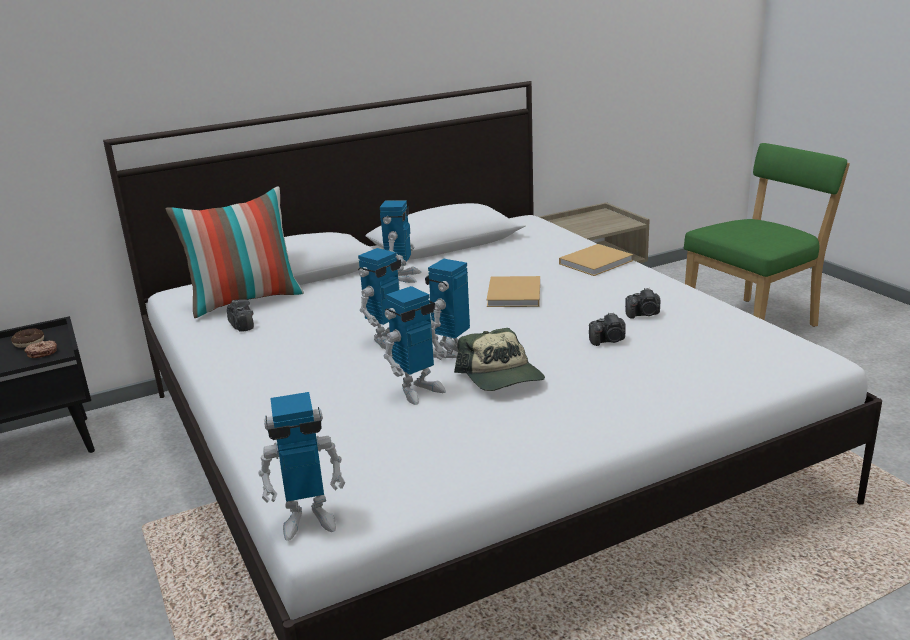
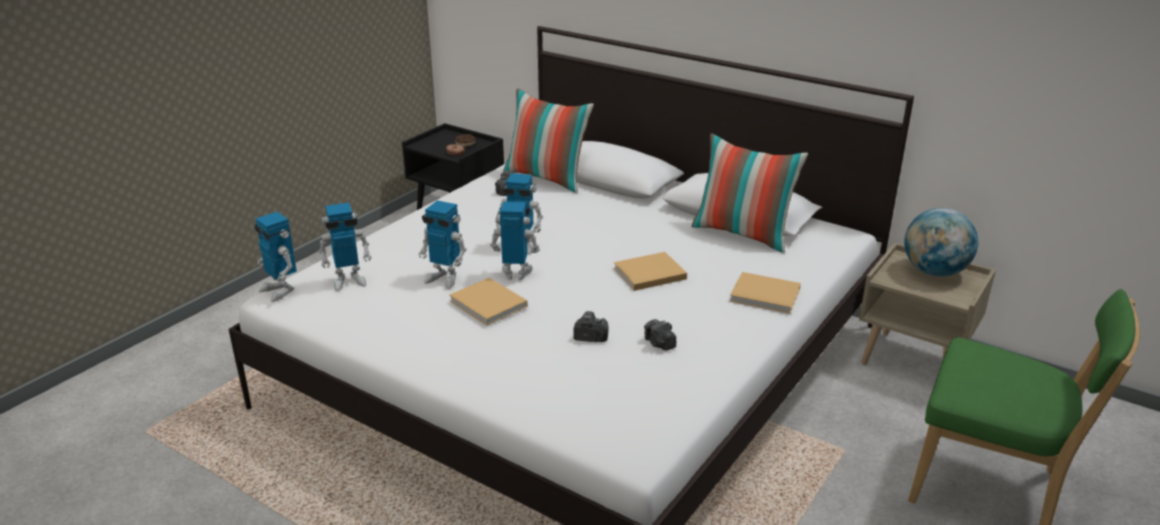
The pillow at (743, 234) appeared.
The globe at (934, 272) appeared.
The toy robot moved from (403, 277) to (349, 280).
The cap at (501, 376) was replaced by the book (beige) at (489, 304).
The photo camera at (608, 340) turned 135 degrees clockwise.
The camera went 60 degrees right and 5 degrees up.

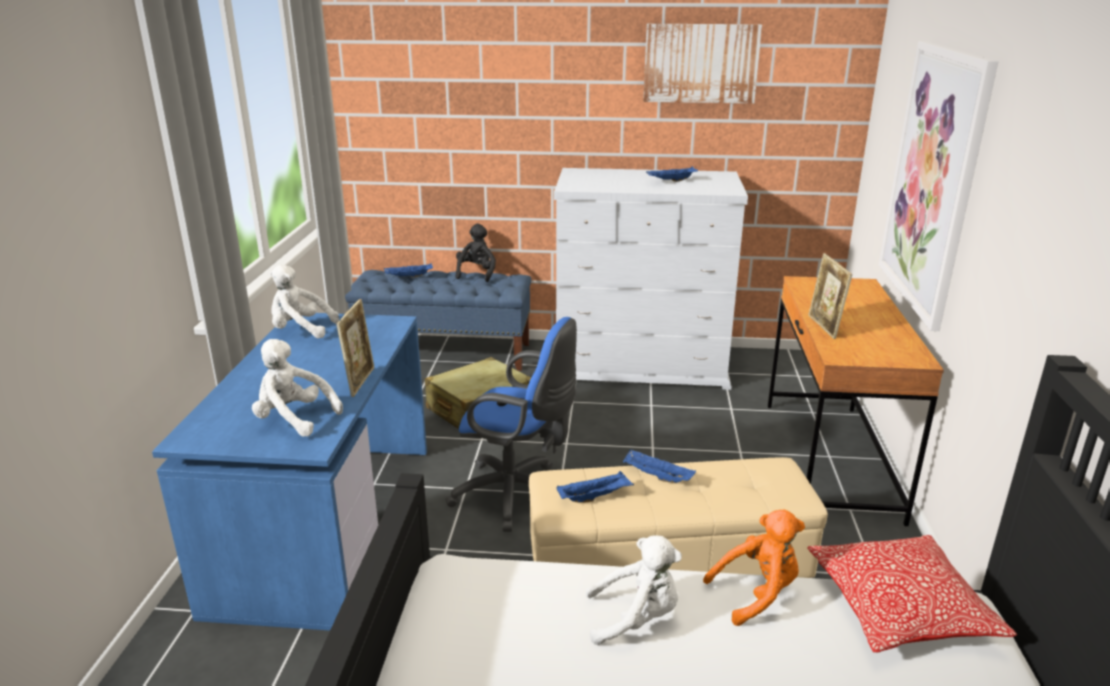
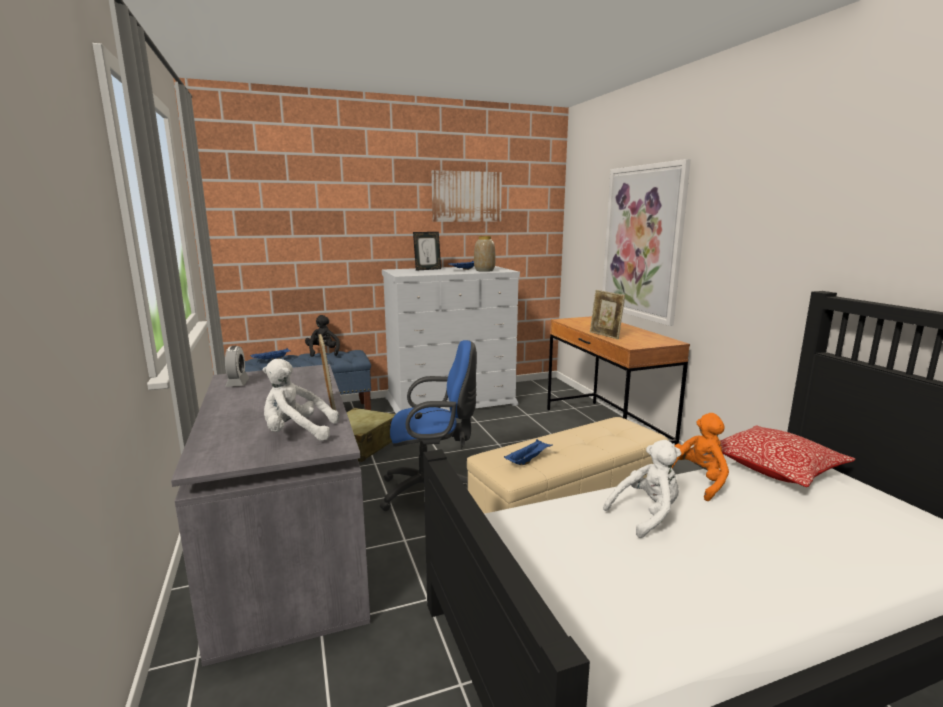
The tray (blue) at (656, 477) disappeared.
The picture frame at (427, 269) appeared.
The vase at (484, 270) appeared.
The plush toy (white) at (300, 330) was replaced by the alarm clock at (237, 383).
The desk (blue) at (325, 523) became the desk (grey) at (285, 549).
The camera went 25 degrees left and 10 degrees down.

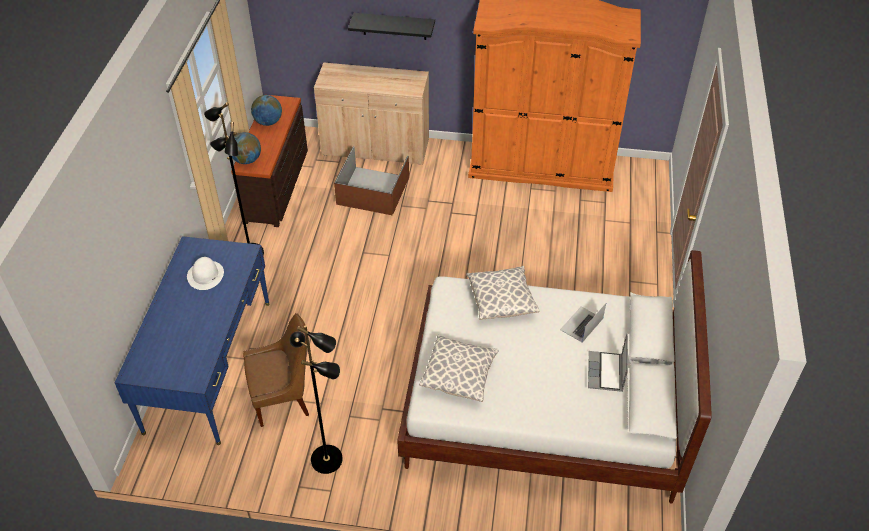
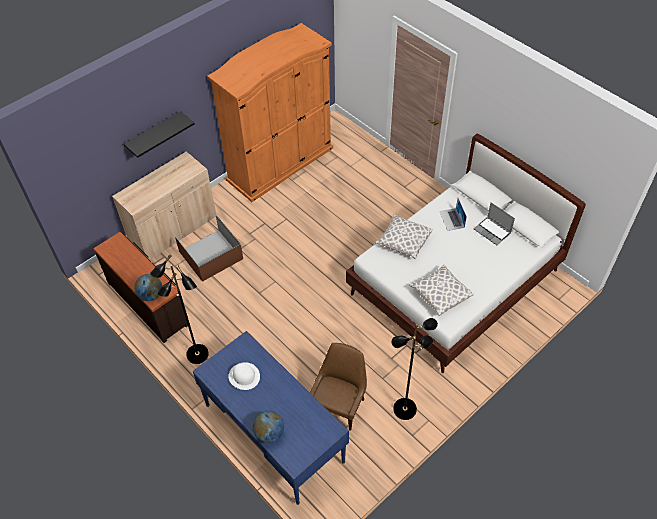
The globe moved from (268, 122) to (269, 433).
The camera went 50 degrees left and 5 degrees up.

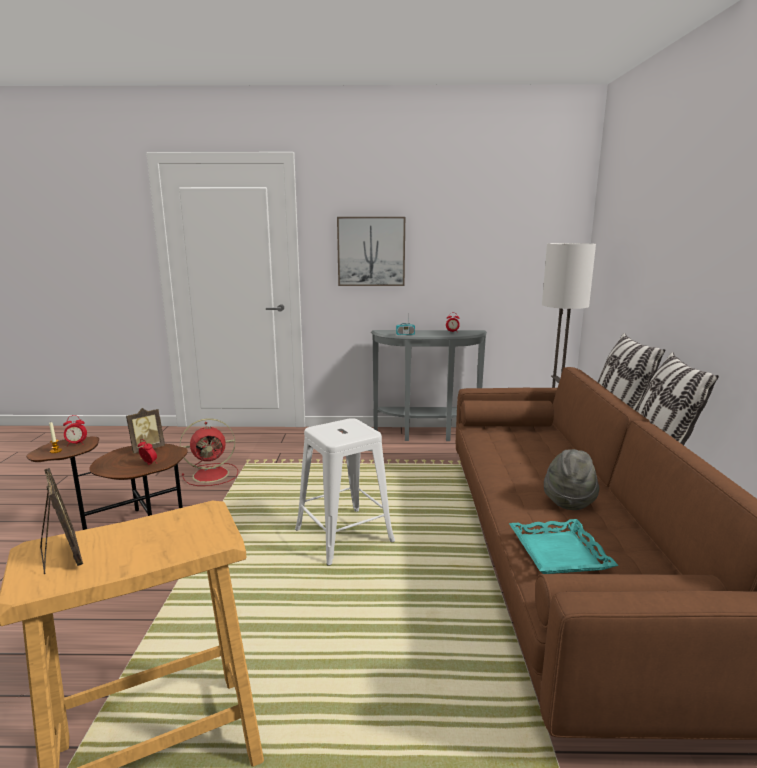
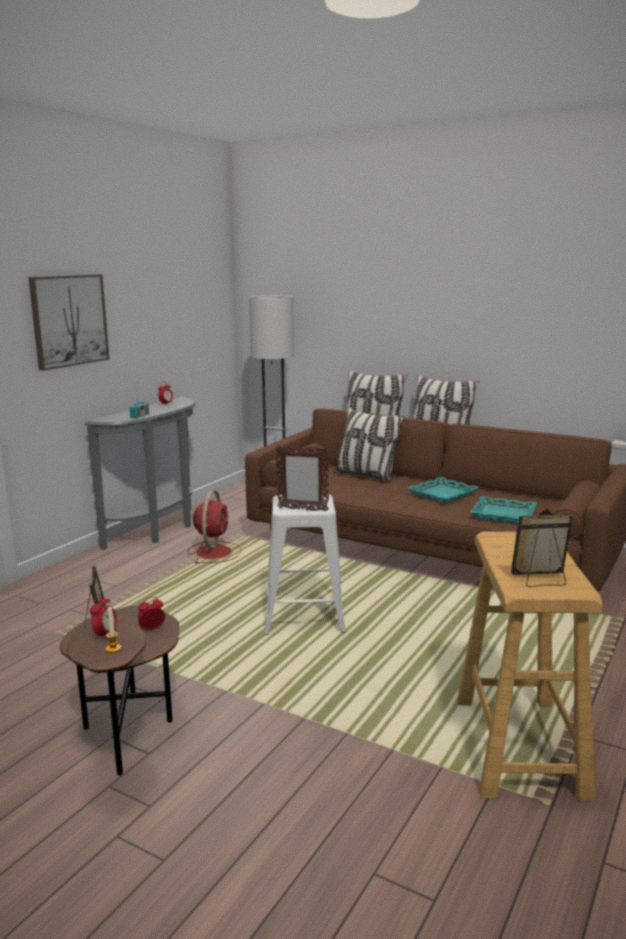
The picture frame at (302, 509) appeared.
The pillow at (366, 476) appeared.
The fan (red) moved from (212, 474) to (214, 552).
The hat (grey) at (568, 500) was replaced by the tray (turquoise) at (443, 494).
The camera went 60 degrees left and 0 degrees up.

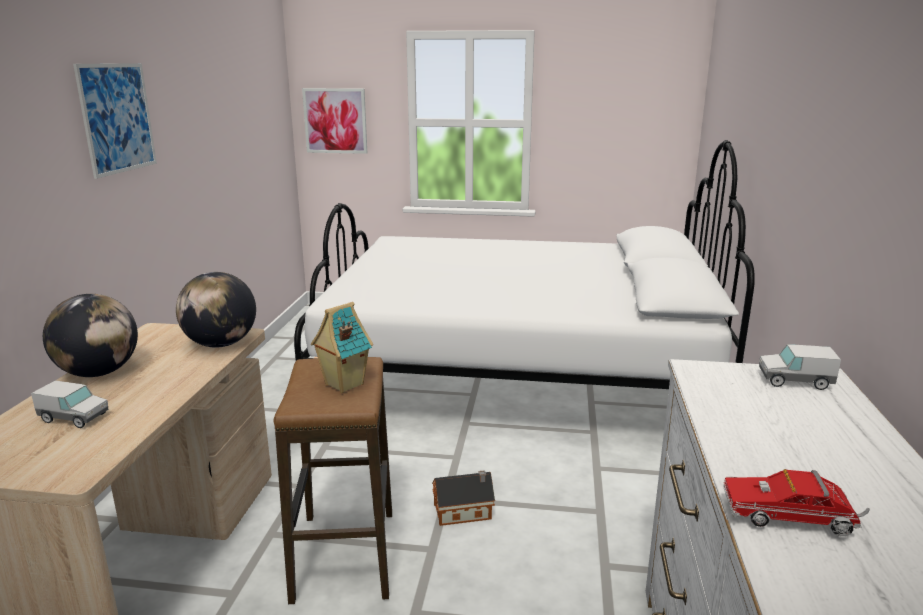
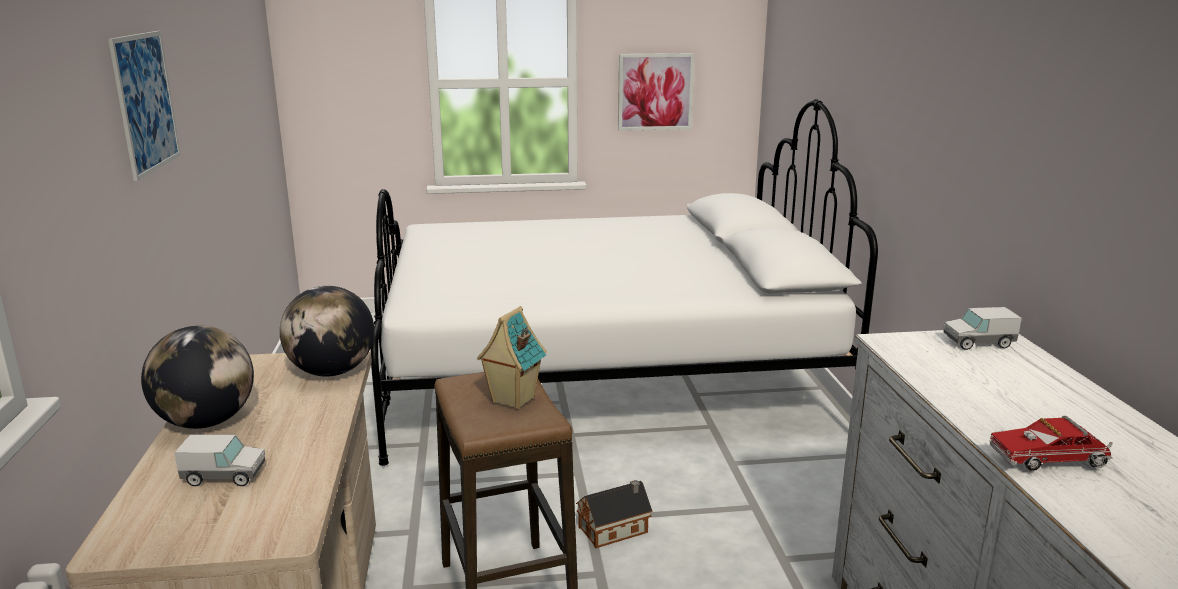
The picture moved from (335, 121) to (655, 92).
The camera went 15 degrees left and 0 degrees up.

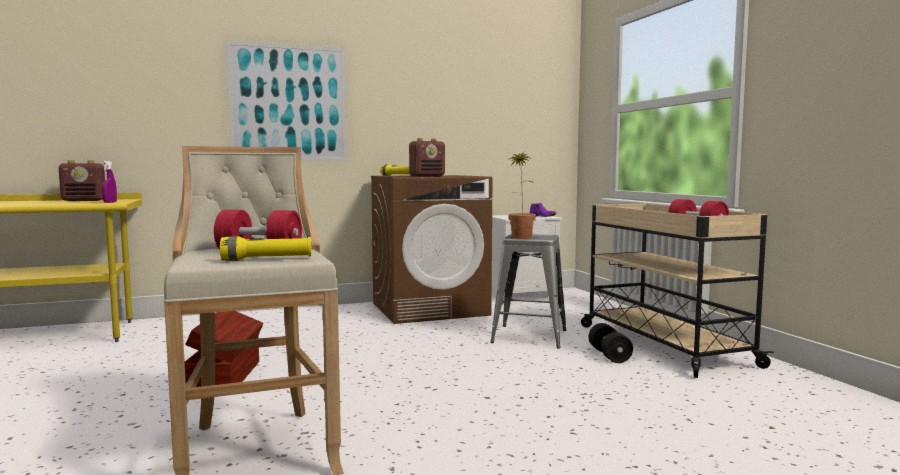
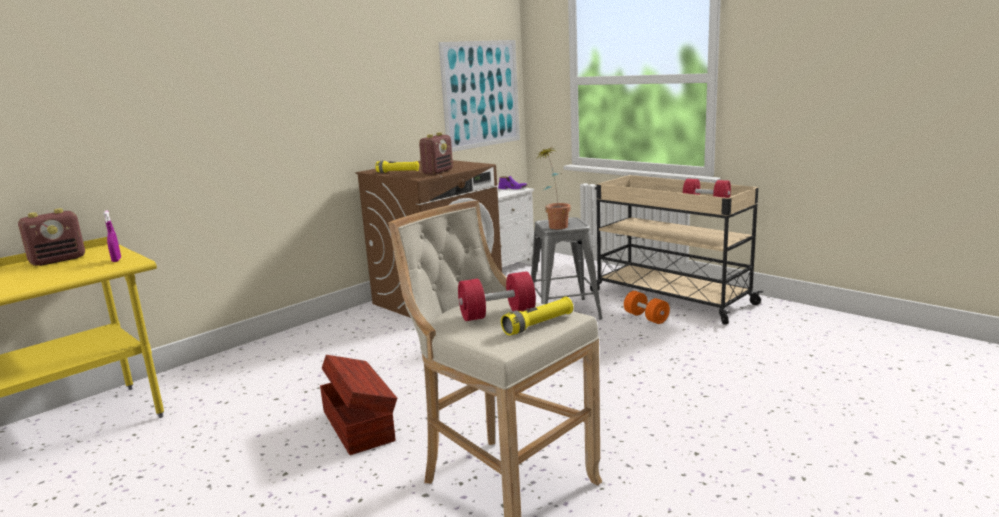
The picture moved from (288, 103) to (481, 94).
The dumbbell (black) at (609, 355) became the dumbbell (orange) at (646, 317).
The camera went 25 degrees left and 10 degrees up.

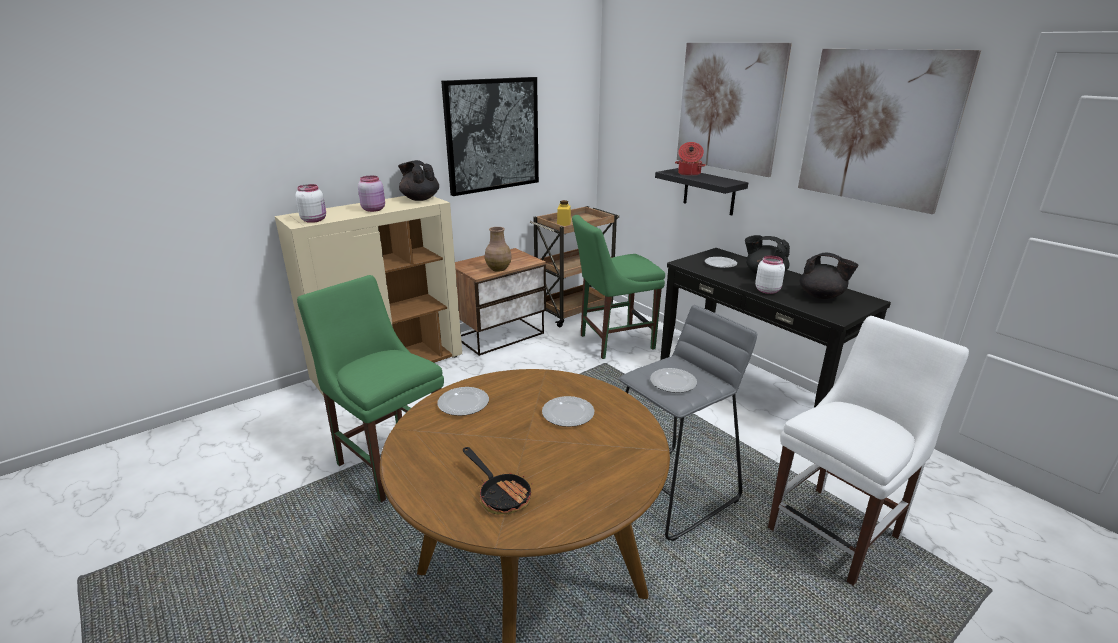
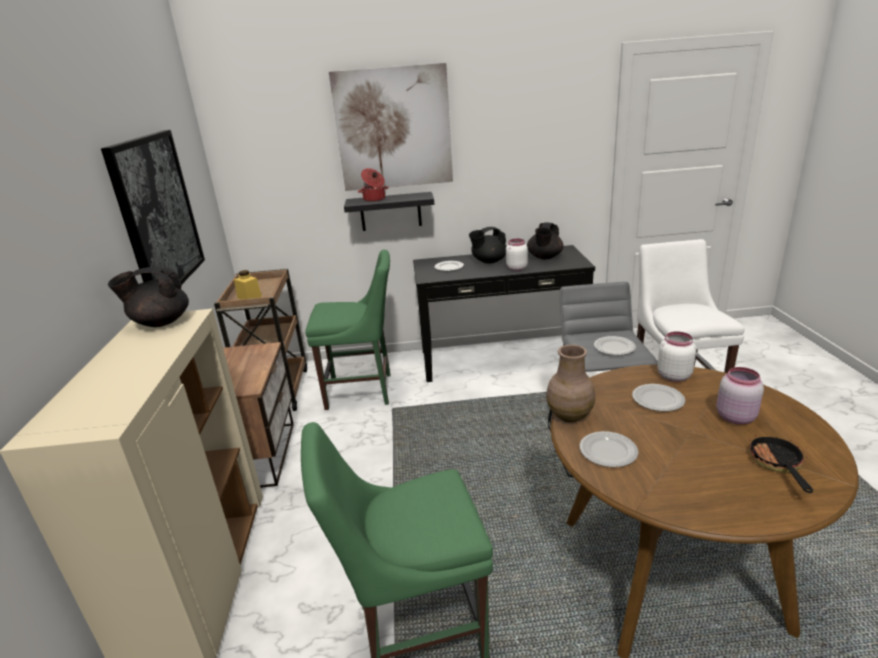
The picture at (878, 128) disappeared.
The jar (white) moved from (314, 220) to (673, 376).
The jar (pink) moved from (374, 209) to (734, 416).
The vase (brown) moved from (499, 269) to (569, 415).
The frying pan at (500, 494) turned 75 degrees counterclockwise.
The chair (green) at (613, 342) turned 105 degrees counterclockwise.
The teapot (black) at (822, 296) turned 135 degrees clockwise.
The camera went 55 degrees left and 0 degrees up.

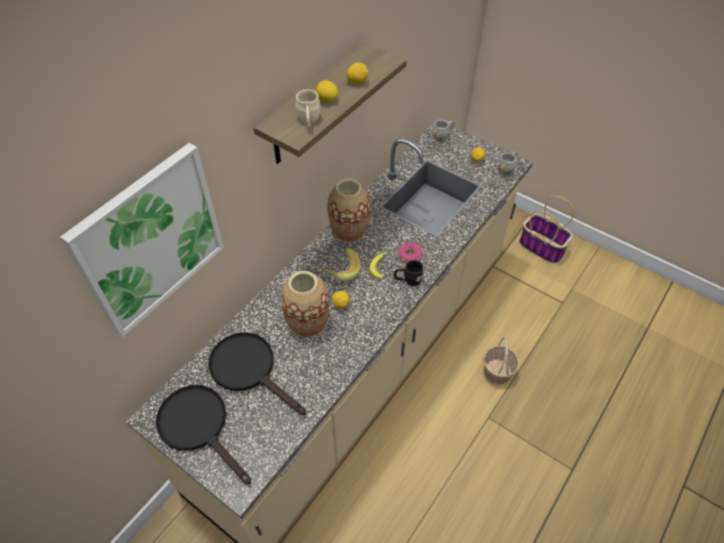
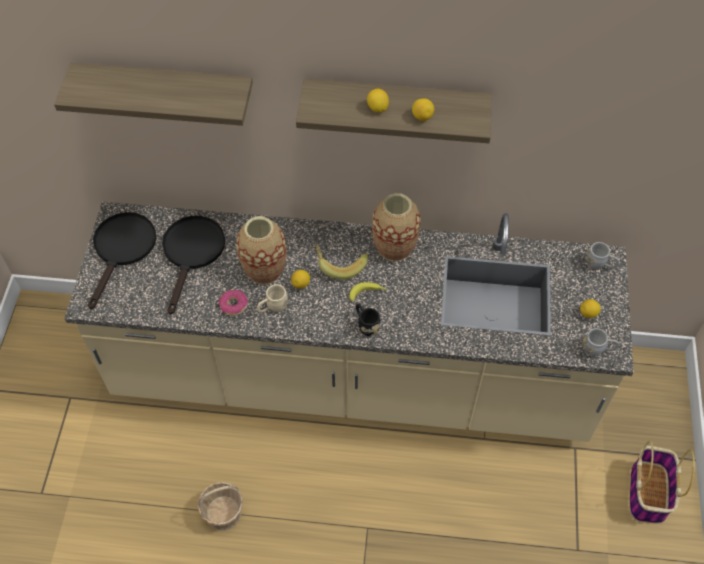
The mug (beige) moved from (309, 122) to (273, 307).
The donut moved from (409, 255) to (233, 305).
The basket moved from (497, 372) to (223, 513).
The picture at (150, 240) was replaced by the shelf at (165, 92).
The camera went 60 degrees right and 5 degrees up.

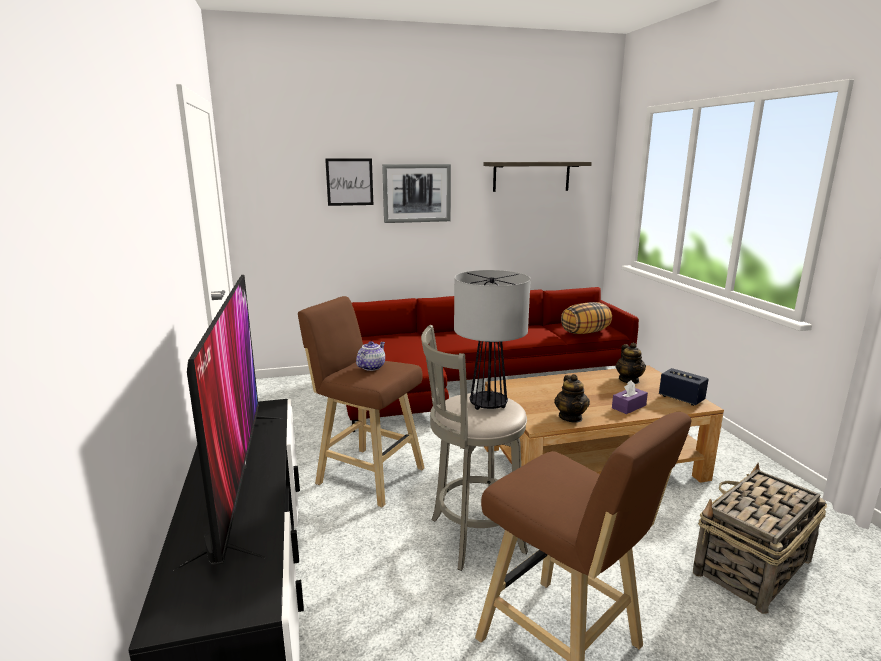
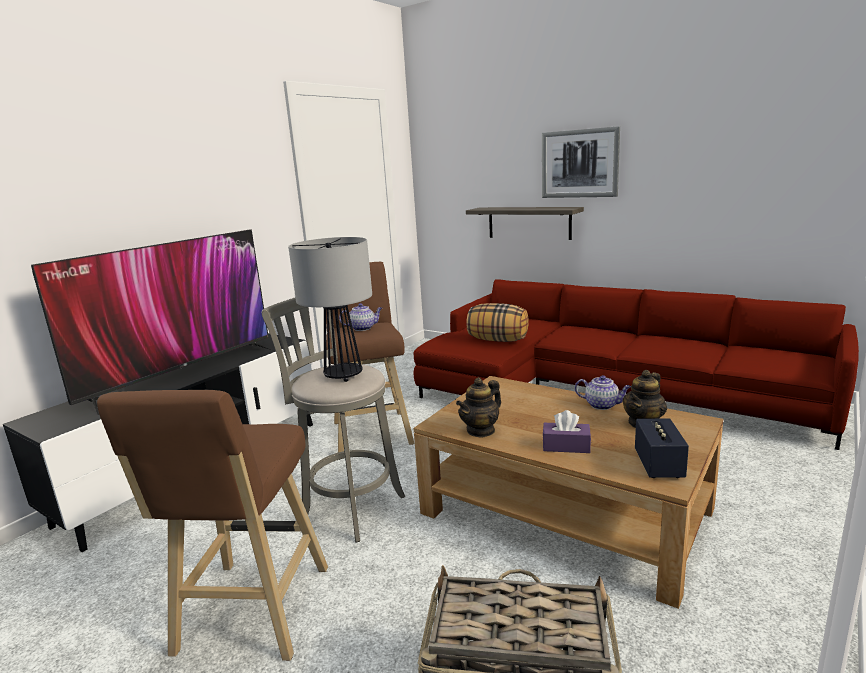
The picture at (349, 182) disappeared.
The teapot at (602, 405) appeared.
The shelf moved from (531, 176) to (529, 223).
The pillow moved from (585, 332) to (498, 340).
The camera went 50 degrees right and 0 degrees up.

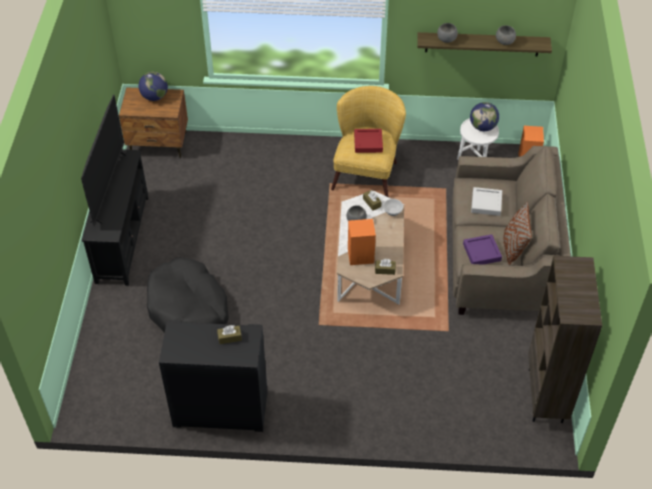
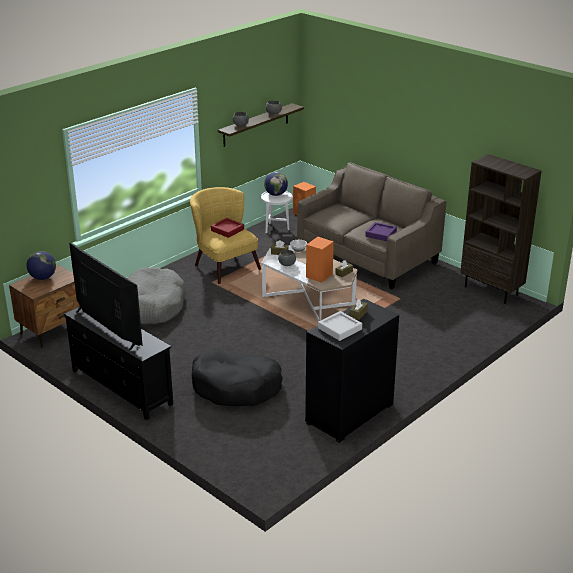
The pillow (brown) at (513, 248) disappeared.
The dog bed (grey) at (152, 306) appeared.
The tray (grey) moved from (486, 203) to (339, 329).
The camera went 50 degrees left and 20 degrees down.

